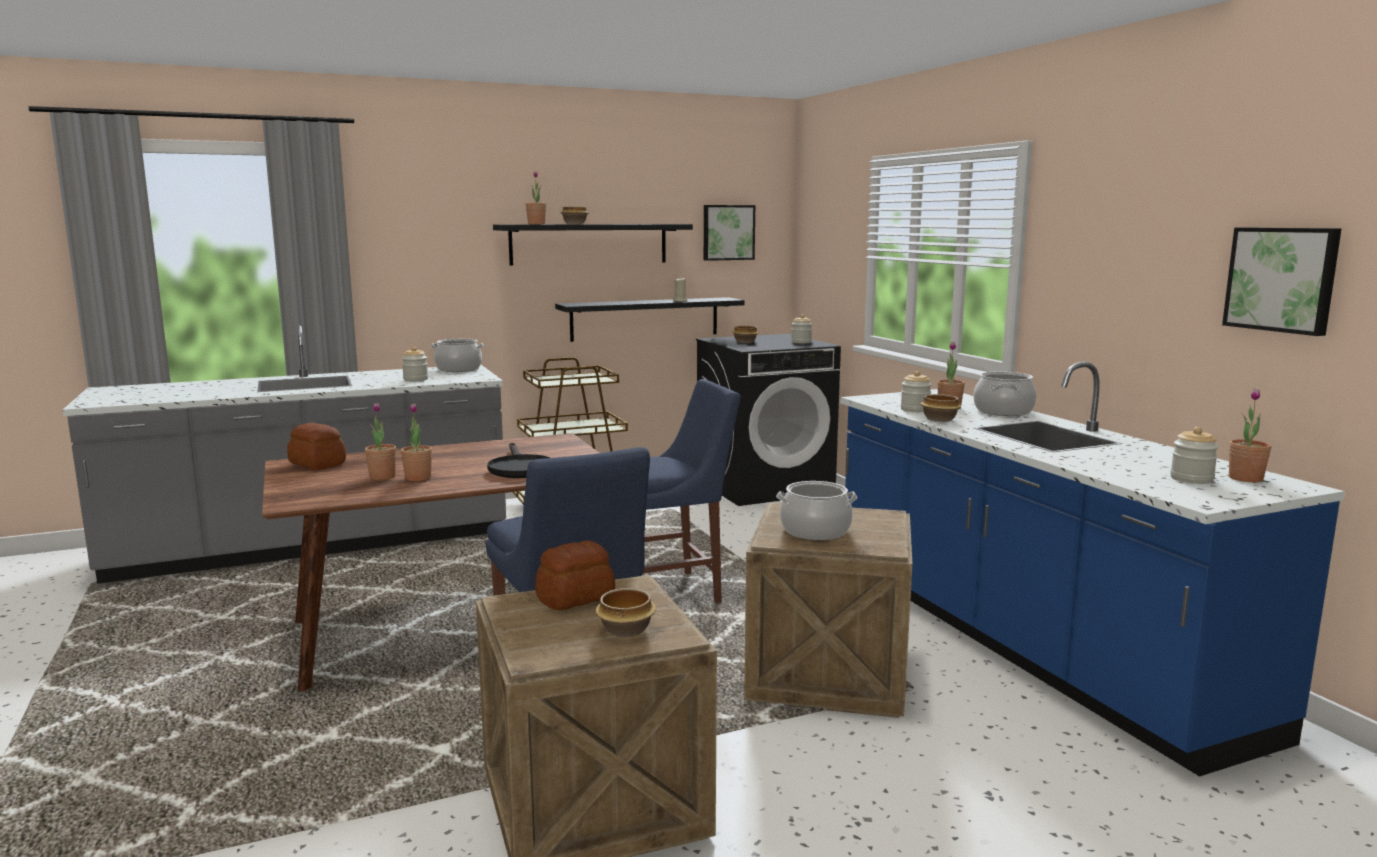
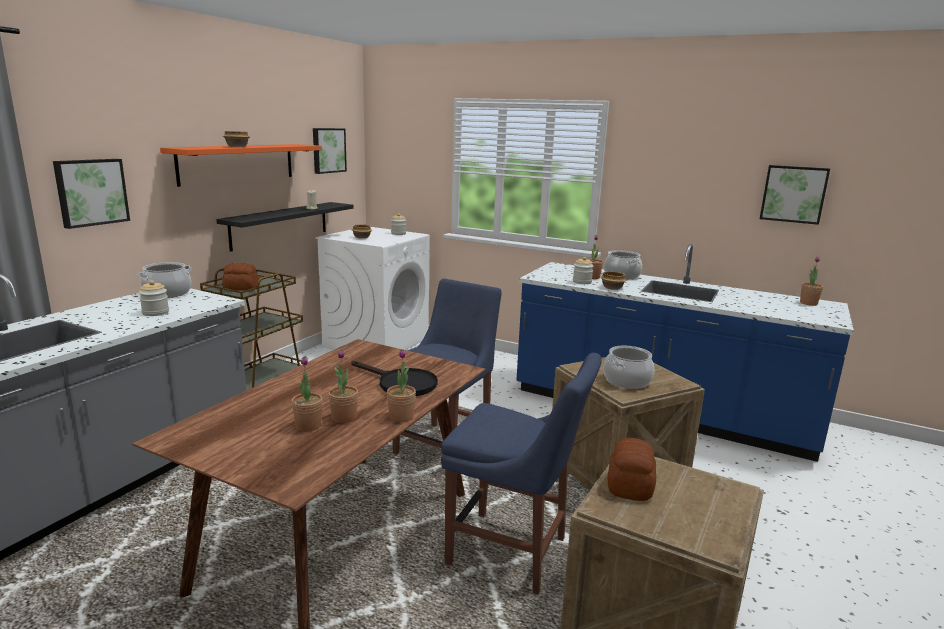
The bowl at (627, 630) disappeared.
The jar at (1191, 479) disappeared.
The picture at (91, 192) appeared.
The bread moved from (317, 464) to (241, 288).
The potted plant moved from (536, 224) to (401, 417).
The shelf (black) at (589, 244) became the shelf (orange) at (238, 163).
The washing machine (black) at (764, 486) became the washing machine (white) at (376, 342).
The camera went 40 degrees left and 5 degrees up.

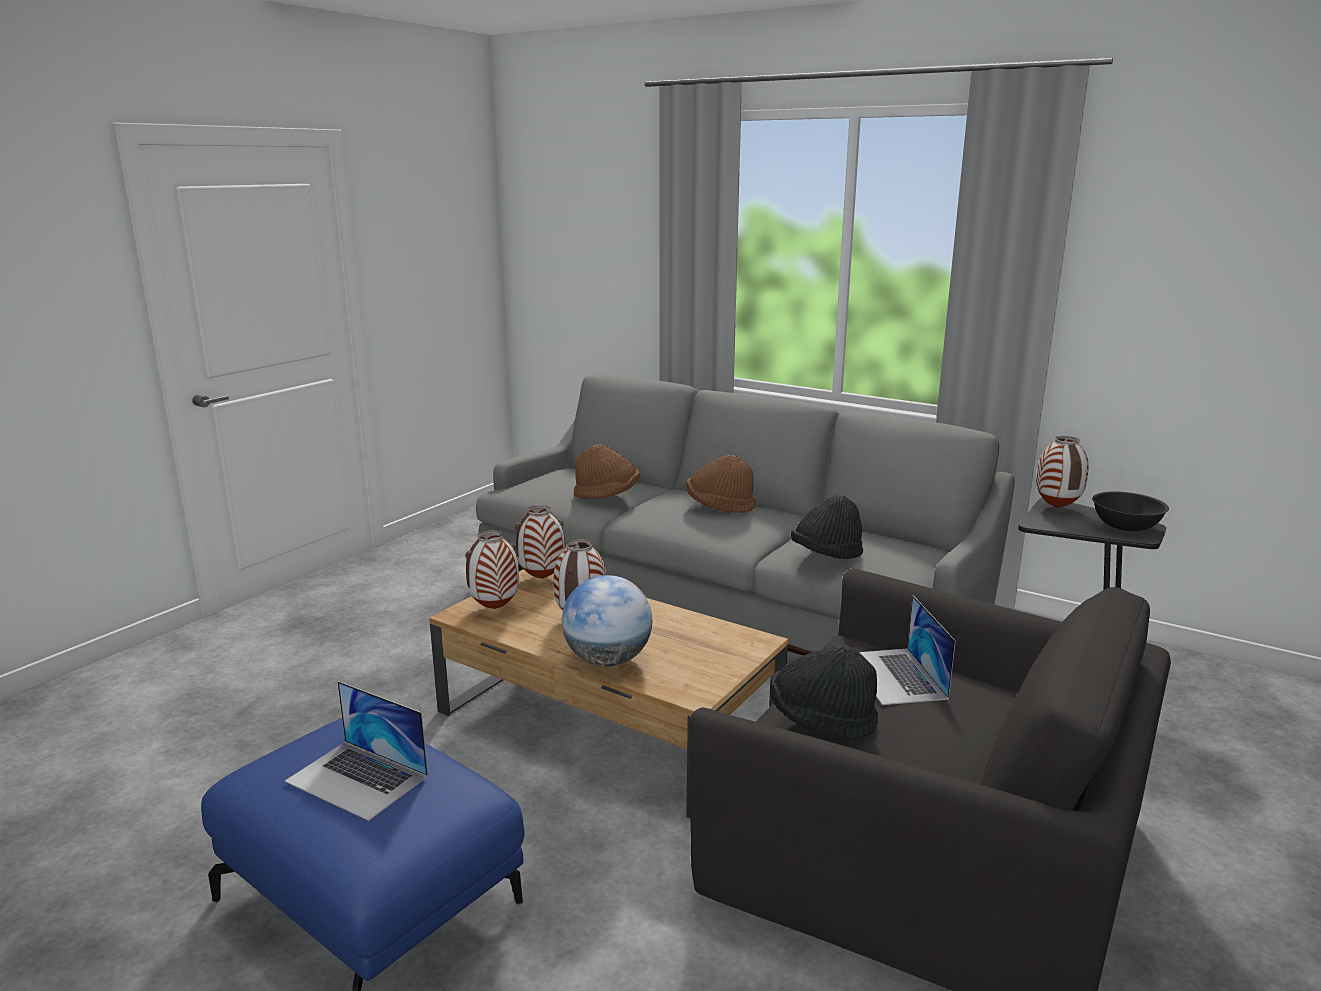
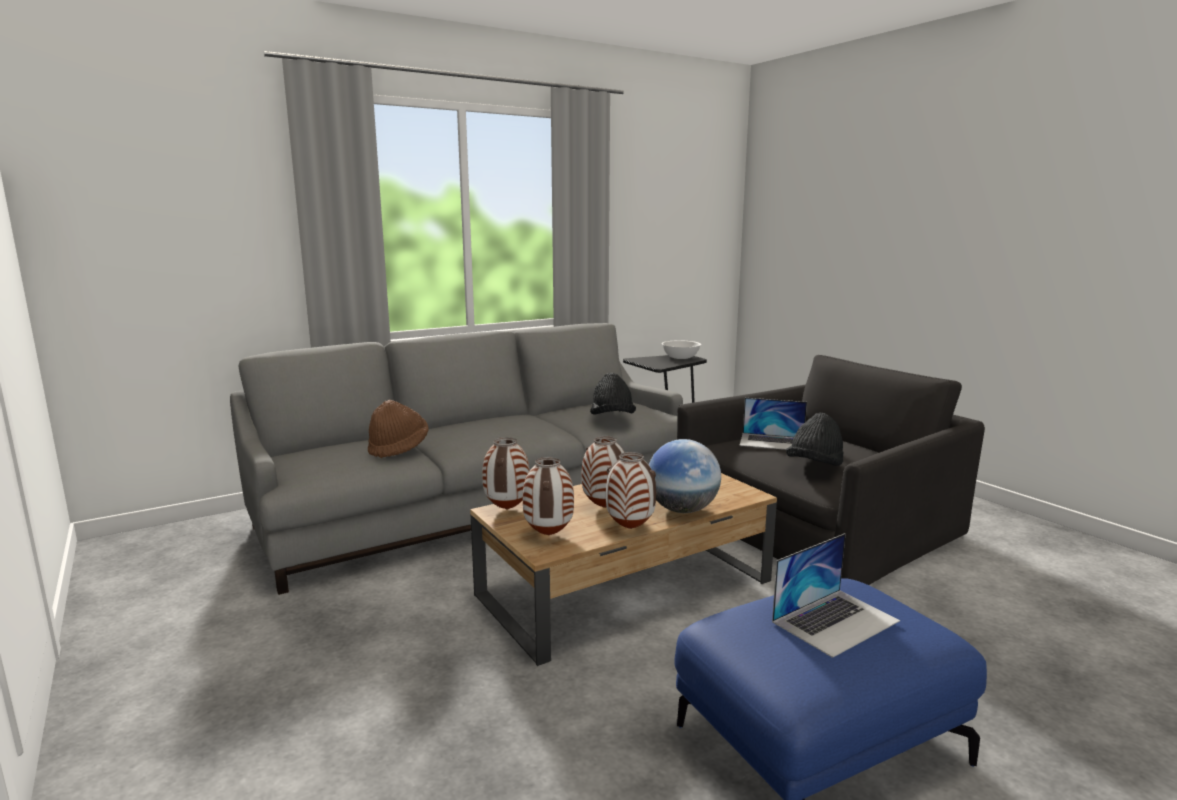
The hat (brown) at (719, 507) disappeared.
The vase moved from (1057, 508) to (631, 528).
The bowl (black) at (1125, 526) became the bowl (white) at (681, 358).
The camera went 65 degrees left and 5 degrees down.

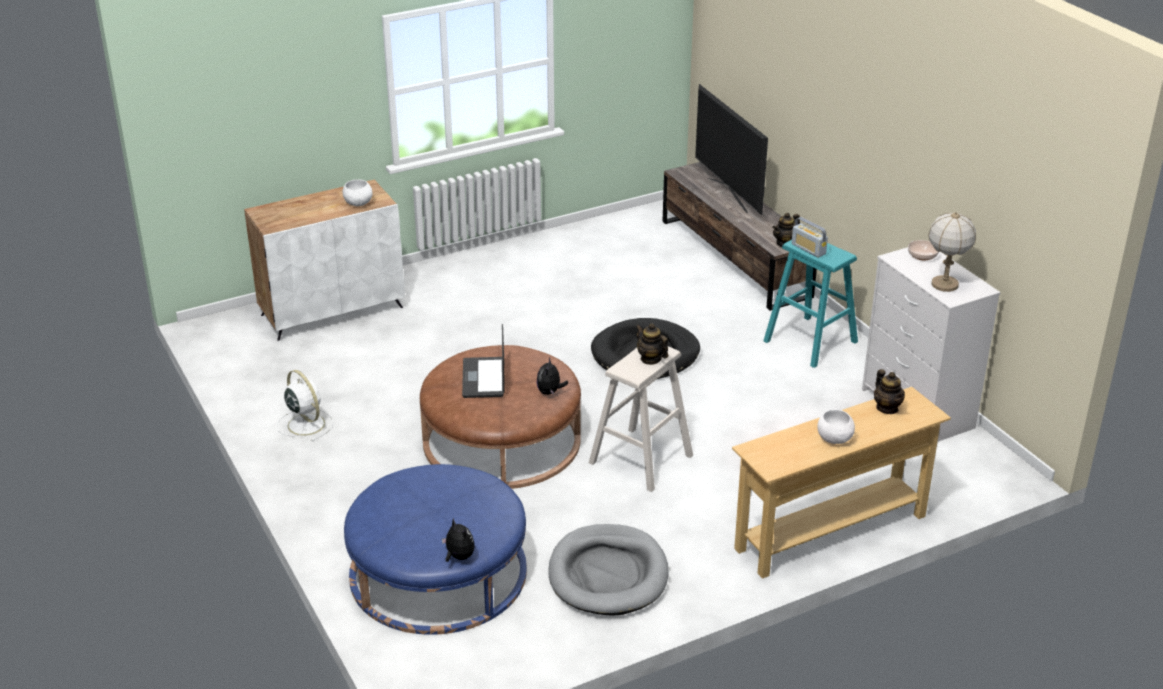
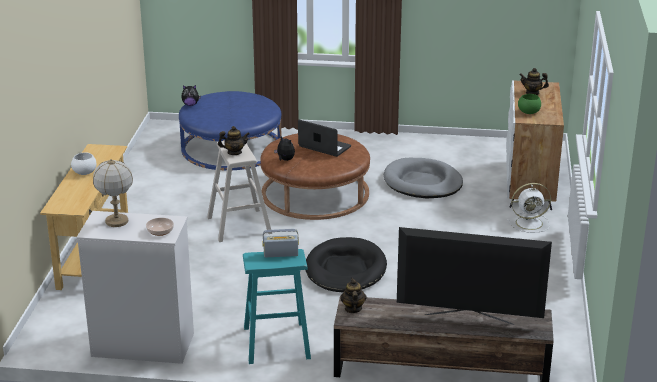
The fan (white) moved from (305, 424) to (530, 223).
The dog bed (grey) moved from (608, 574) to (422, 182).
The teapot moved from (887, 408) to (532, 93).
The bowl (white) at (357, 203) became the bowl (green) at (529, 112).
The camera went 125 degrees right and 5 degrees down.

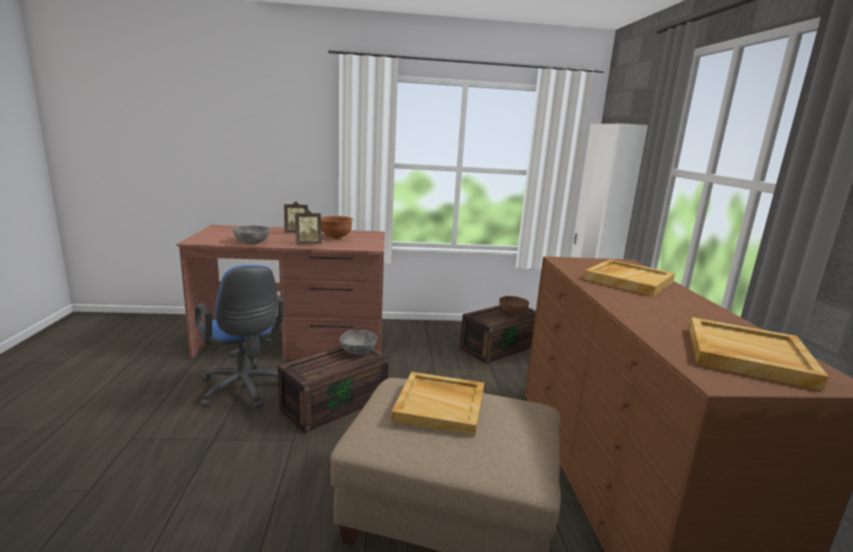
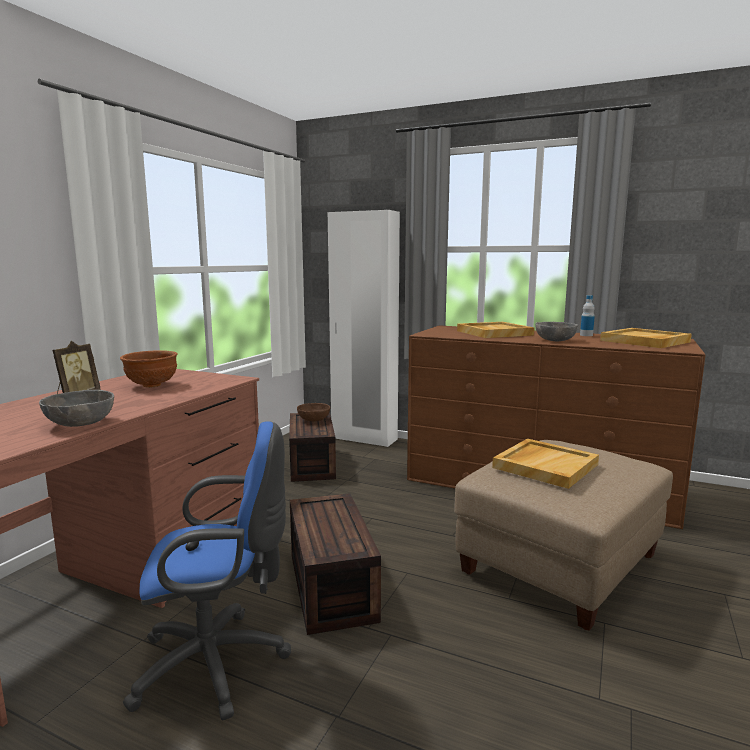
The picture frame at (308, 244) disappeared.
The bottle at (586, 335) appeared.
The bowl (grey) moved from (358, 351) to (555, 340).
The camera went 60 degrees left and 5 degrees down.

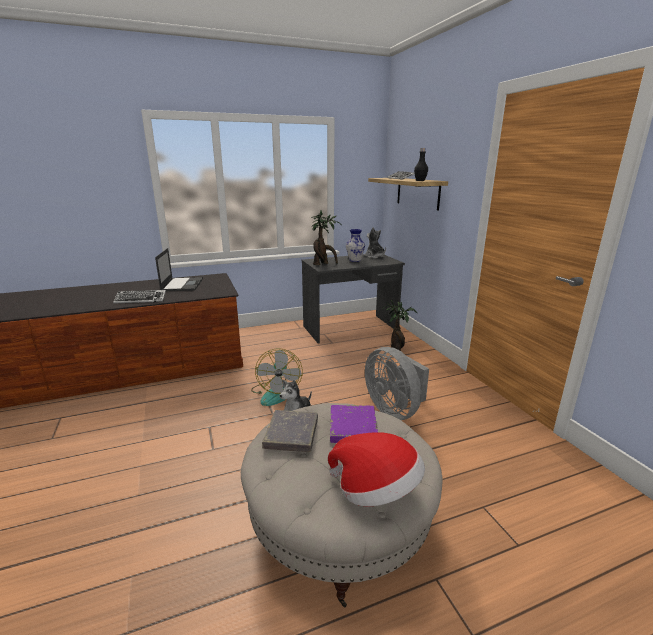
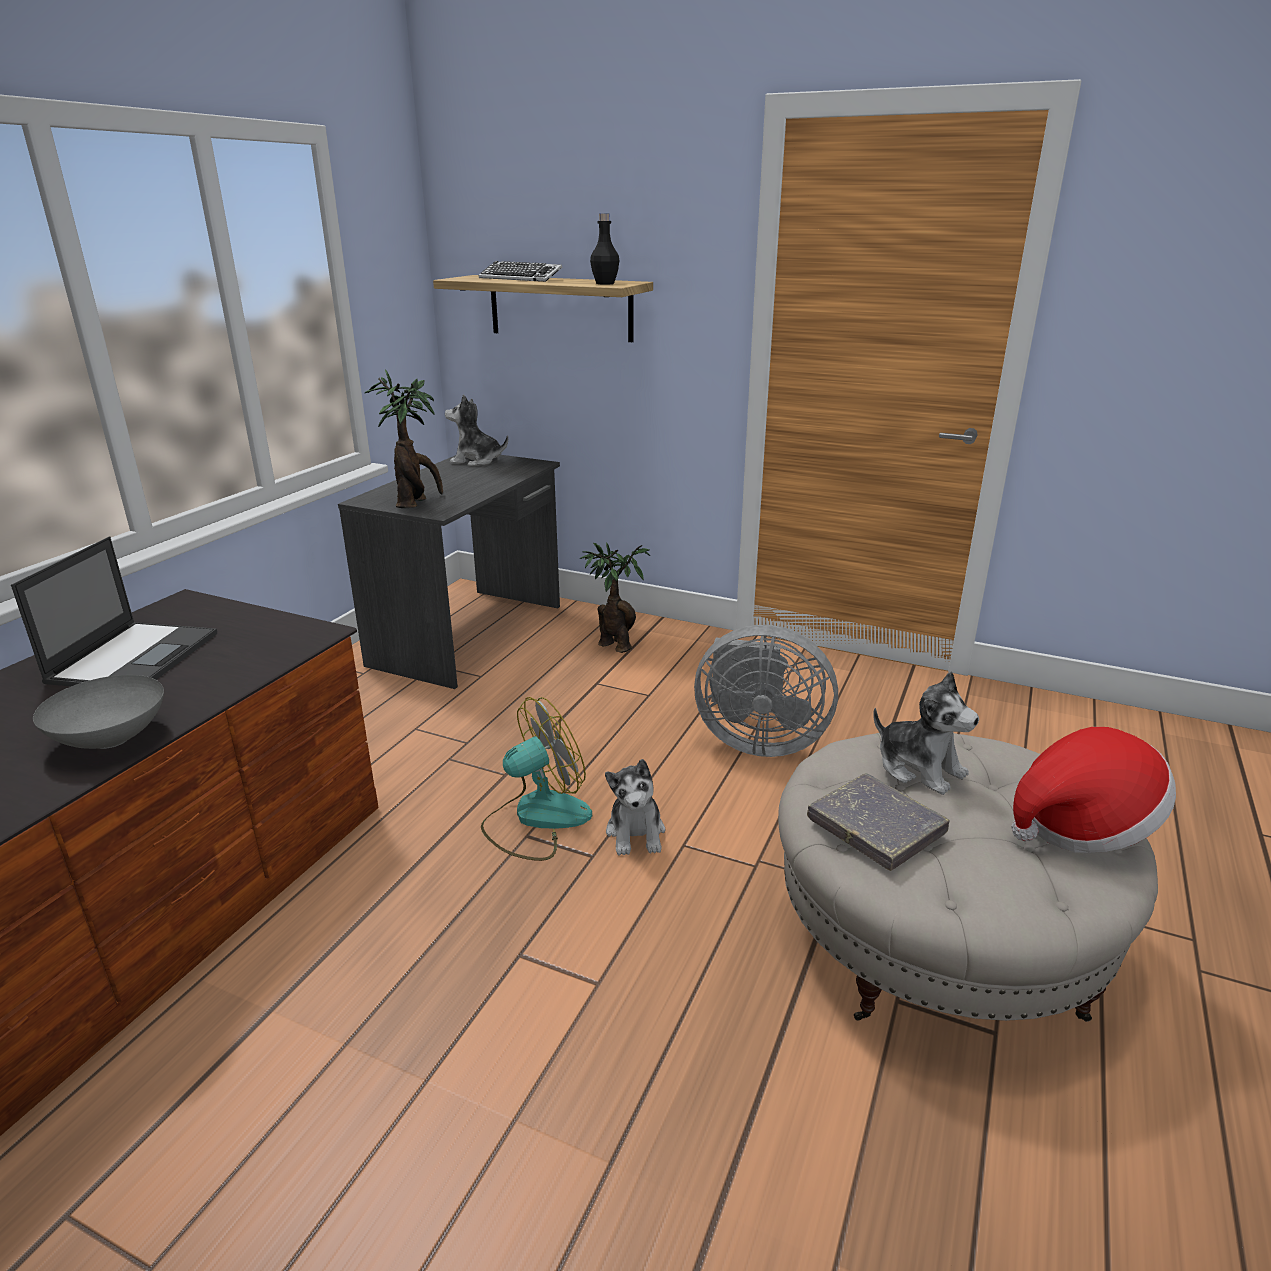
The vase at (354, 260) disappeared.
The keyboard at (140, 299) was replaced by the bowl (grey) at (113, 738).
The book (purple) at (353, 427) was replaced by the plush toy at (919, 768).
The laptop at (182, 284) turned 60 degrees clockwise.
The fan at (276, 393) turned 75 degrees counterclockwise.
The camera went 45 degrees left and 5 degrees up.

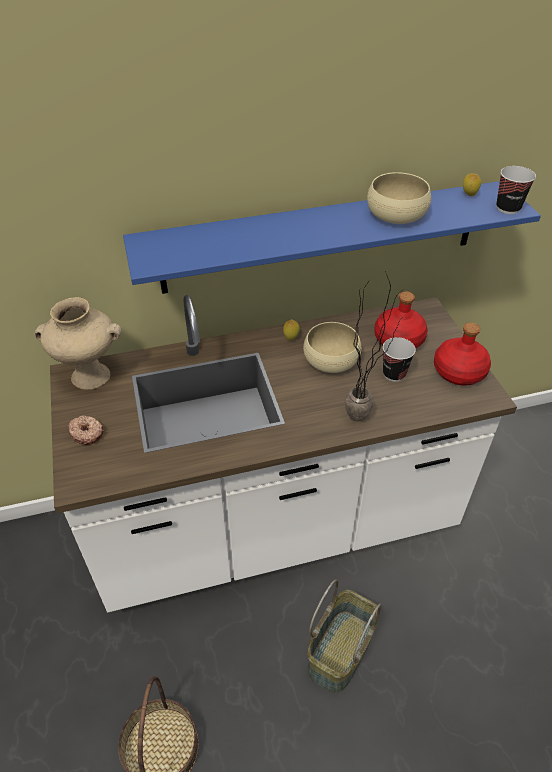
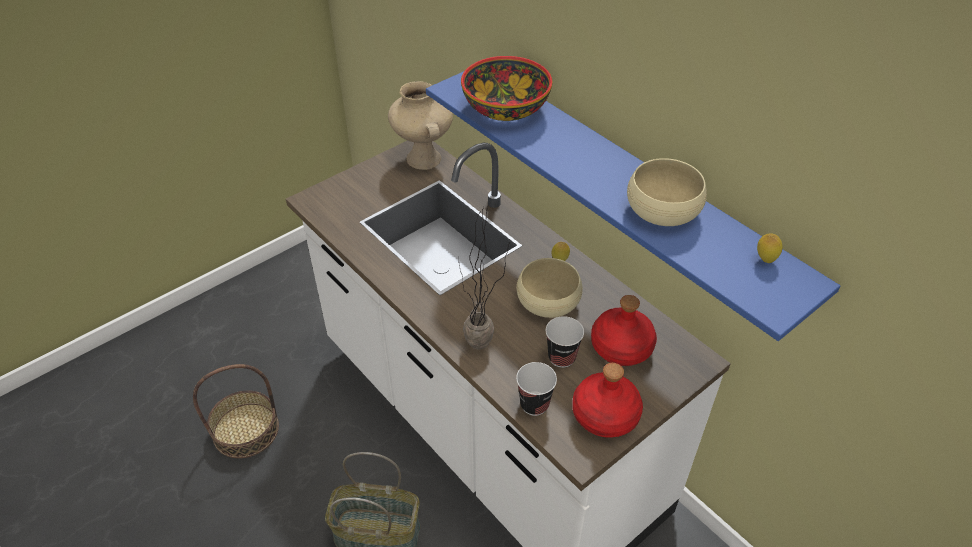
The donut at (87, 433) disappeared.
The bowl at (505, 108) appeared.
The cup moved from (508, 208) to (534, 404).
The camera went 65 degrees right and 0 degrees up.

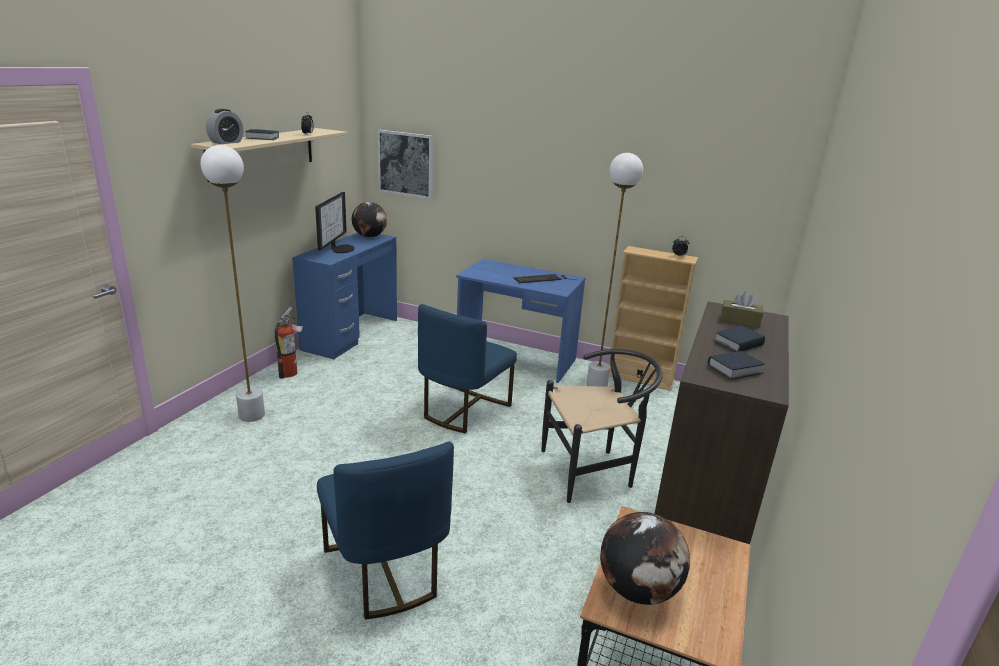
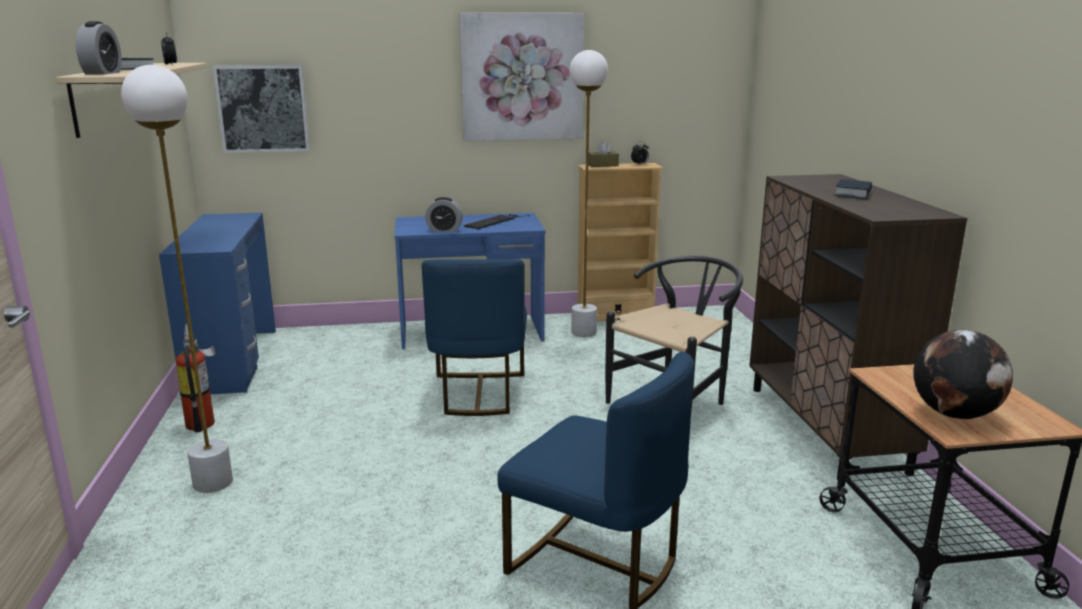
The monitor at (340, 248) disappeared.
The globe at (369, 236) disappeared.
The book at (734, 369) disappeared.
The alarm clock at (444, 230) appeared.
The picture at (522, 77) appeared.
The tissue box (brown) moved from (739, 321) to (602, 165).
The camera went 30 degrees left and 5 degrees down.

